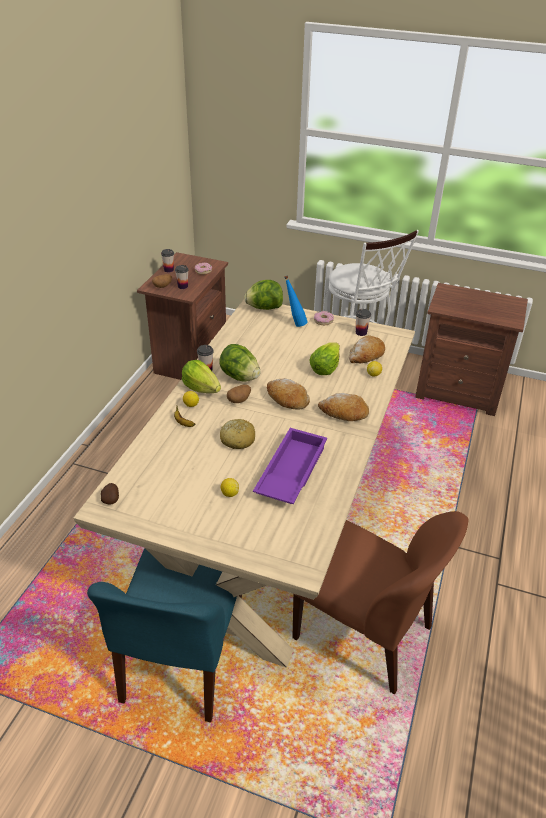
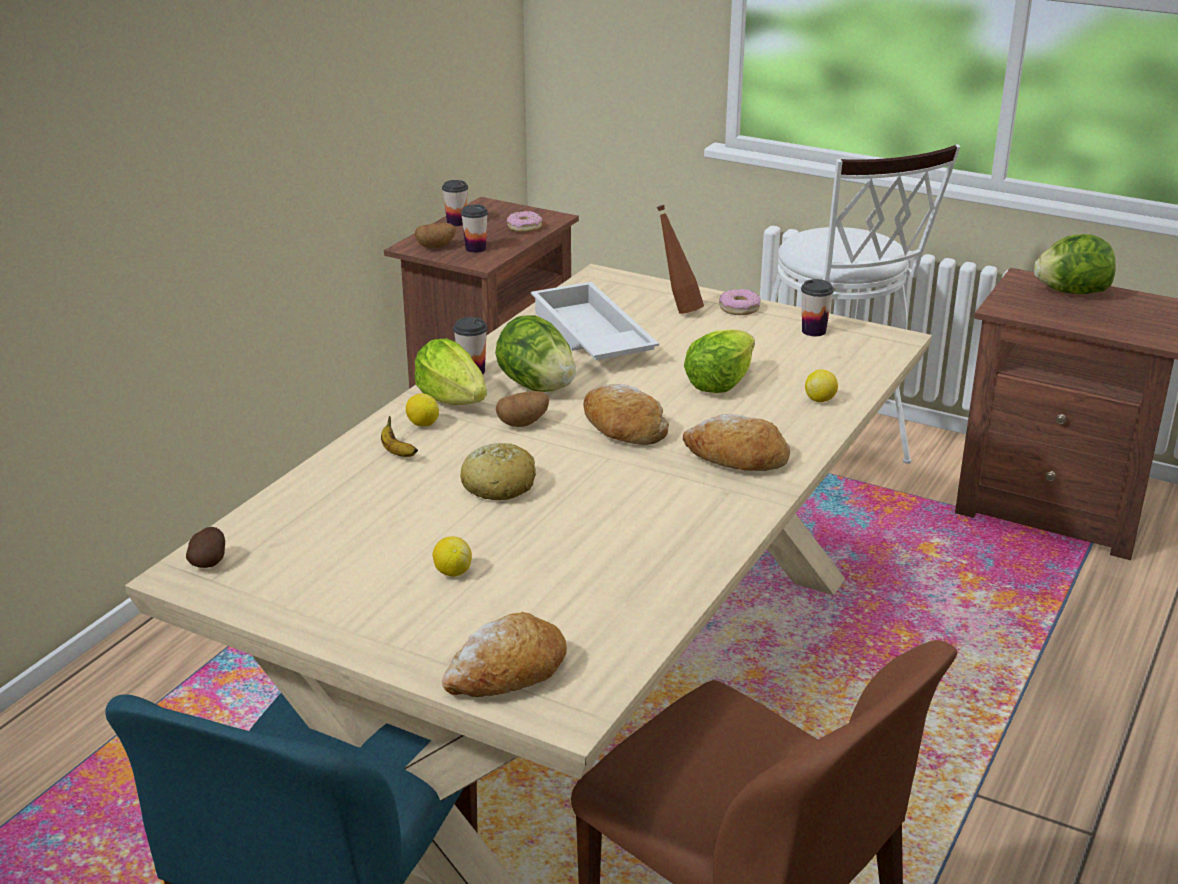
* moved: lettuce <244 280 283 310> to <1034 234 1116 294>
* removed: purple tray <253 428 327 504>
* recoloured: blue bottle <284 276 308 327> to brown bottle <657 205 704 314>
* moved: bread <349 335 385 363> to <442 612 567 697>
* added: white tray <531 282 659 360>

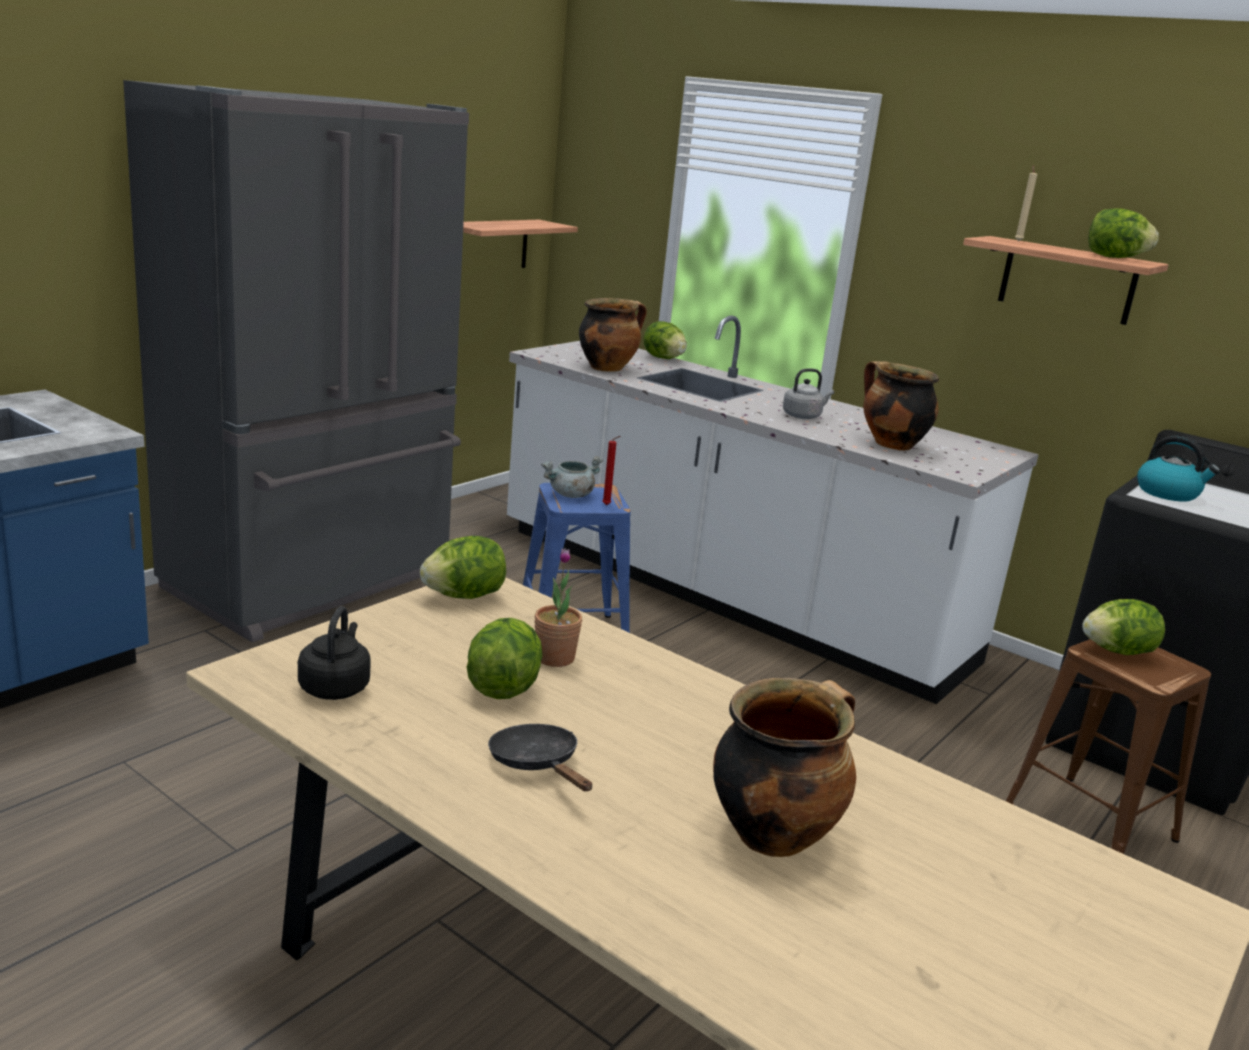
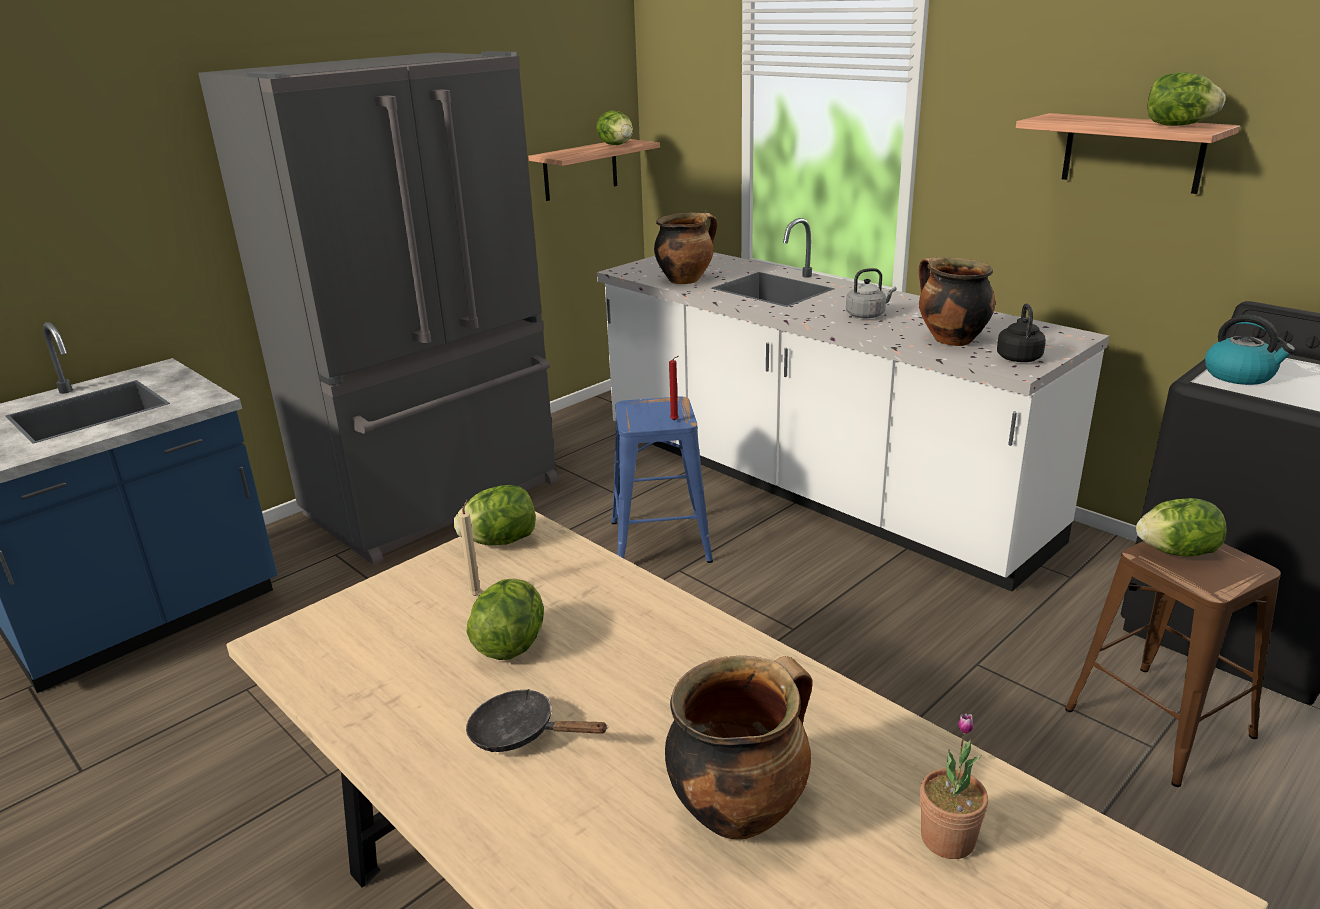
* moved: black kettle <298 606 371 700> to <997 303 1046 362>
* turned: black frying pan <488 724 592 791> = <466 689 608 752> 45 degrees counterclockwise
* moved: potted plant <534 548 582 667> to <920 713 988 859>
* removed: grey cooking pot <541 456 603 498>
* moved: lettuce <643 321 687 359> to <596 110 633 145>
* moved: beige candle <1015 165 1037 242> to <459 500 482 596>

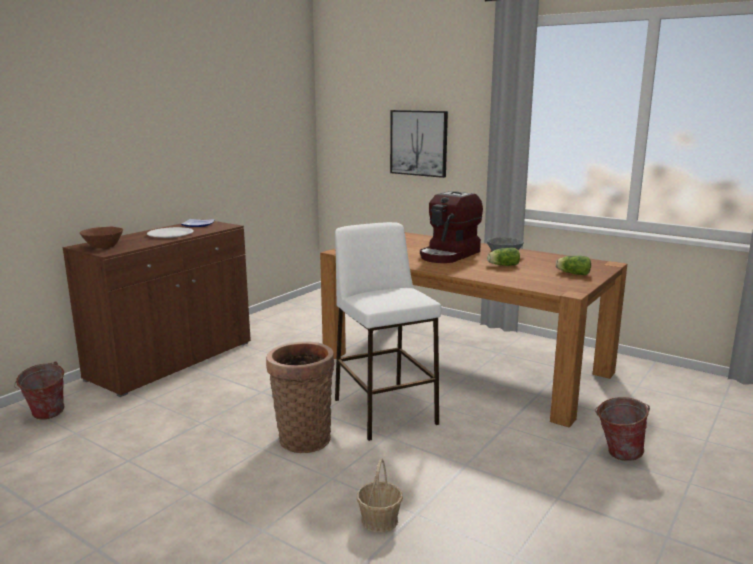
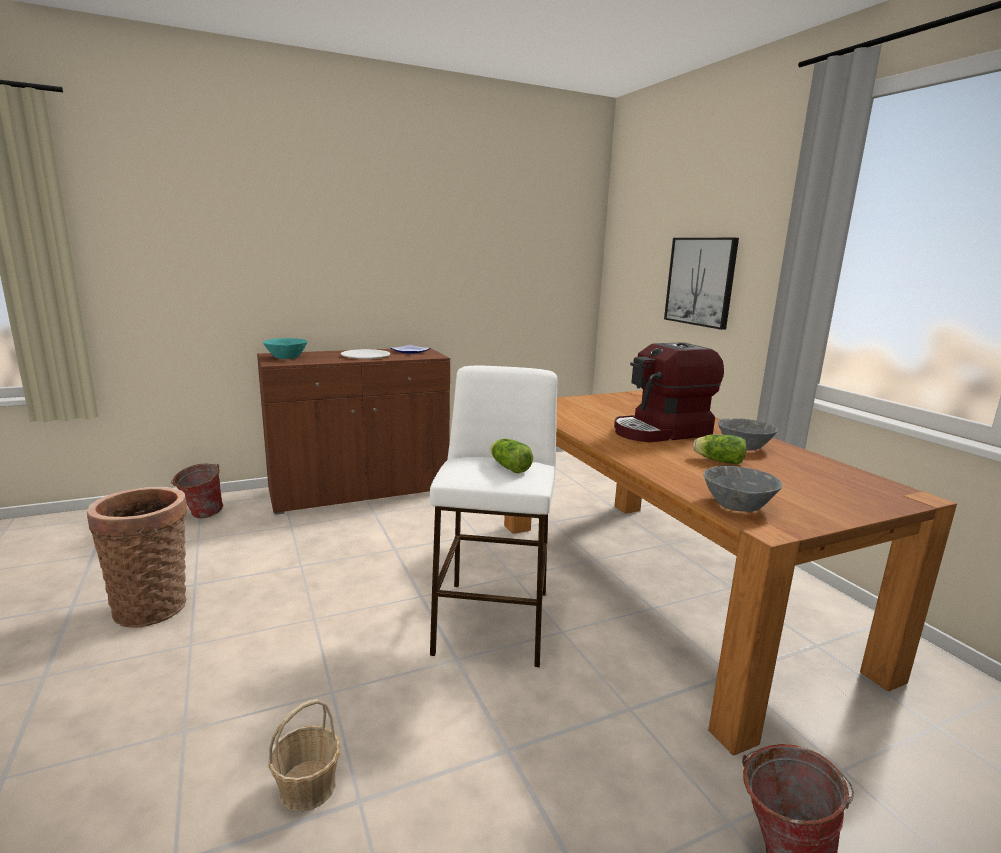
* recoloured: brown bowl <80 227 123 248> to turquoise bowl <263 338 308 359>
* moved: basket <266 342 334 453> to <87 487 187 628>
* moved: lettuce <556 256 591 275> to <490 439 533 473>
* added: grey bowl <703 466 782 512>

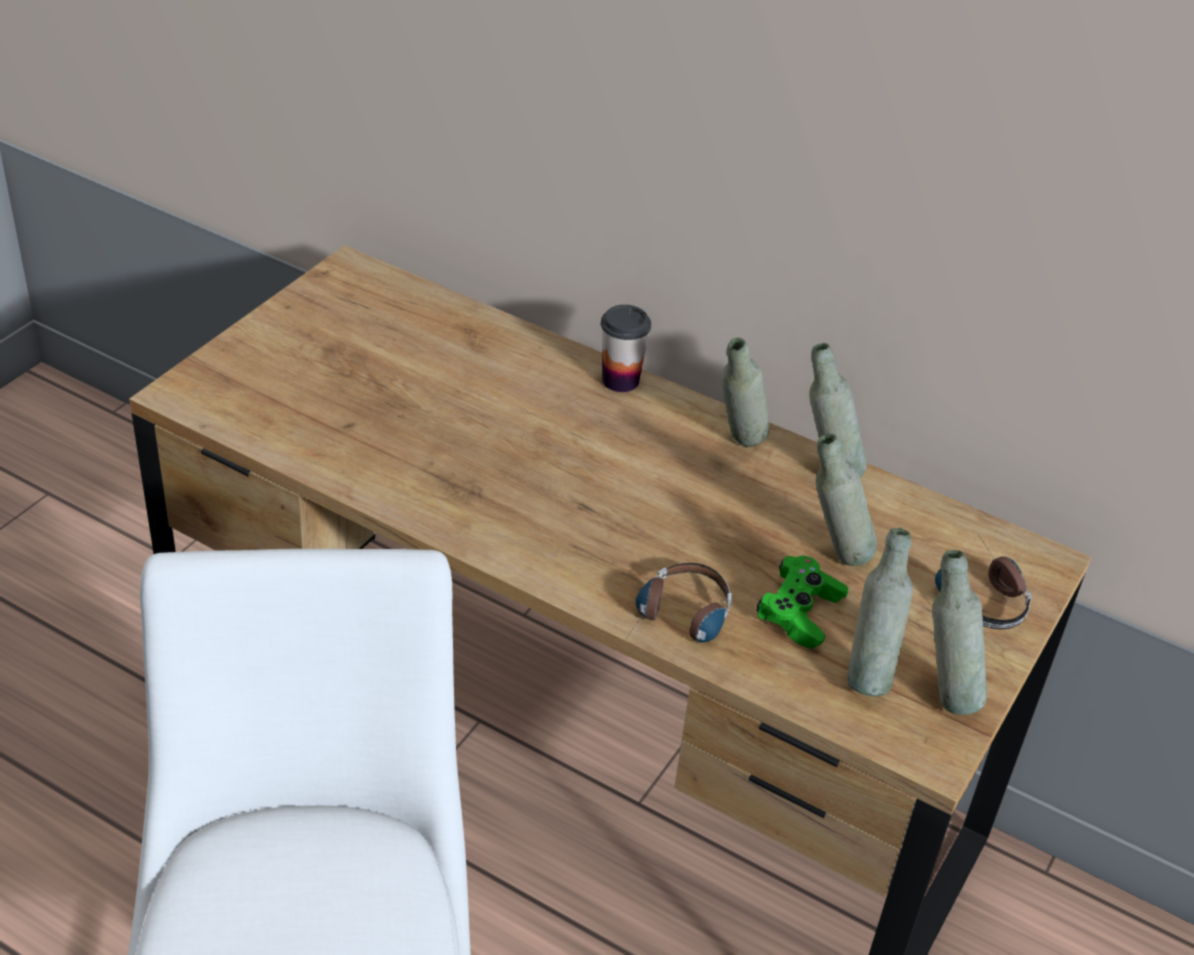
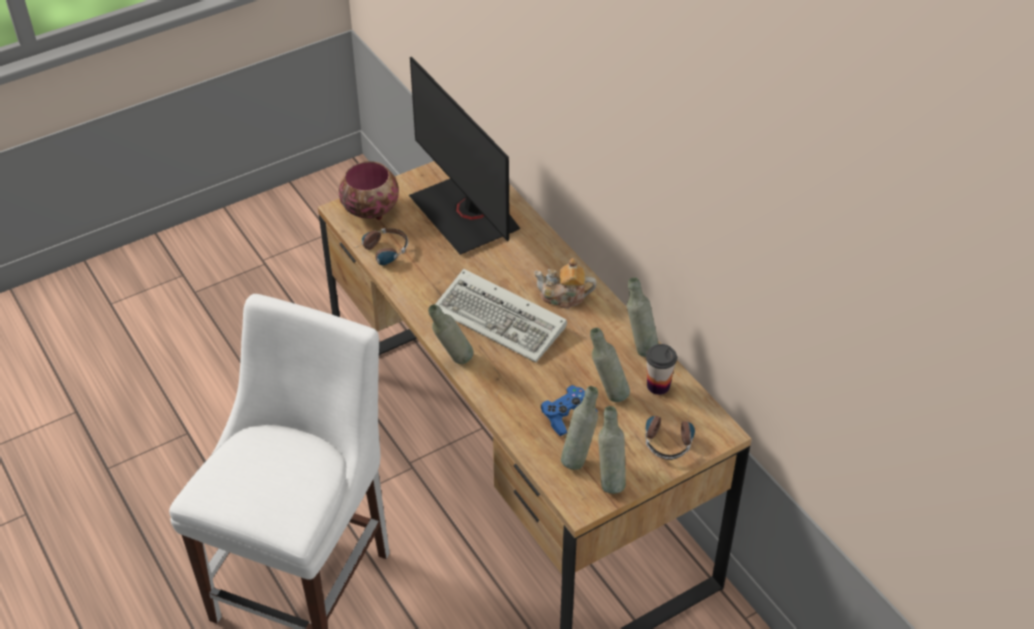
* moved: cup <601 305 651 392> to <646 344 677 395>
* moved: headphones <626 563 732 643> to <355 228 408 265>
* moved: grey bottle <721 337 769 447> to <428 304 473 364>
* recoloured: green game controller <757 556 848 650> to blue game controller <541 385 598 436>
* added: bowl <339 161 399 220>
* added: monitor <409 57 521 255>
* added: keyboard <436 269 567 362>
* added: teapot <534 258 597 309>

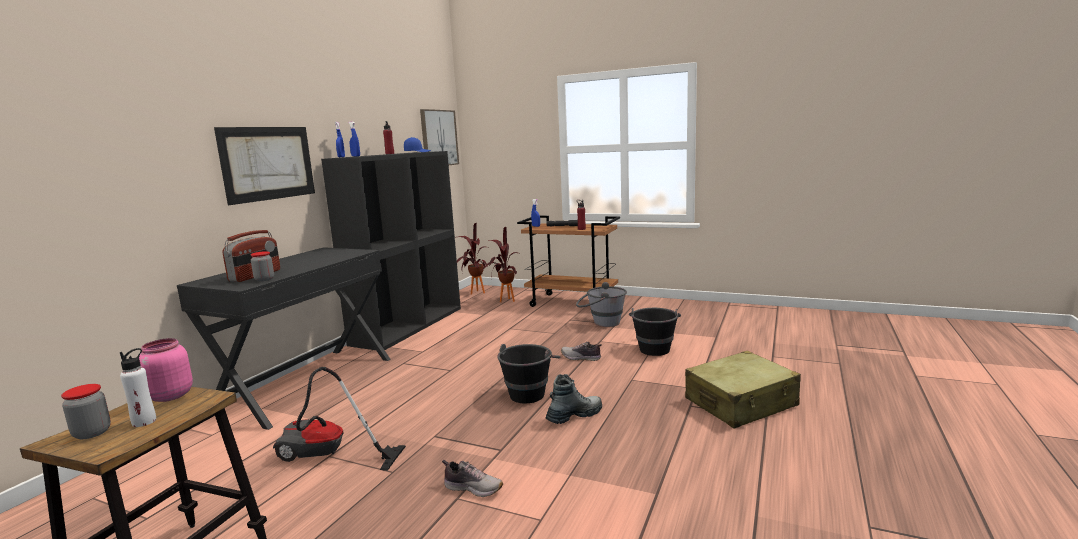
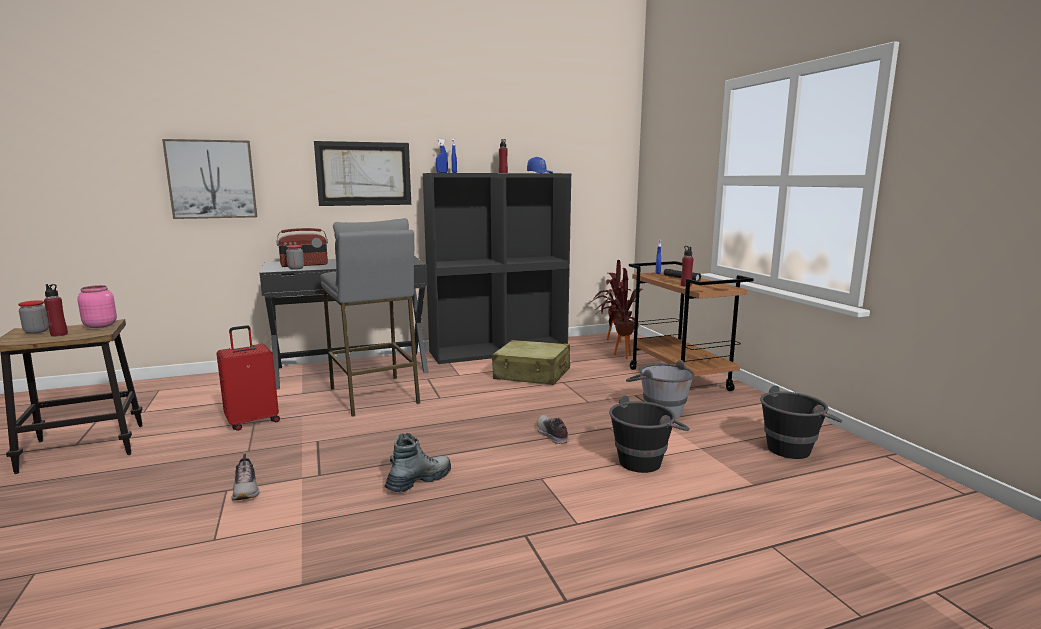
* recoloured: white bottle <120 348 156 427> to red bottle <44 284 68 336>
* replaced: vacuum cleaner <273 367 406 471> to red suitcase <217 325 280 431>
* moved: picture <420 109 459 165> to <162 139 257 219>
* moved: black bucket <497 344 560 403> to <760 385 842 459>
* turned: boot <545 374 602 424> = <384 433 451 492> 60 degrees counterclockwise
* moved: beige suitcase <685 351 801 429> to <492 340 570 385>
* added: grey stool <320 218 420 417>

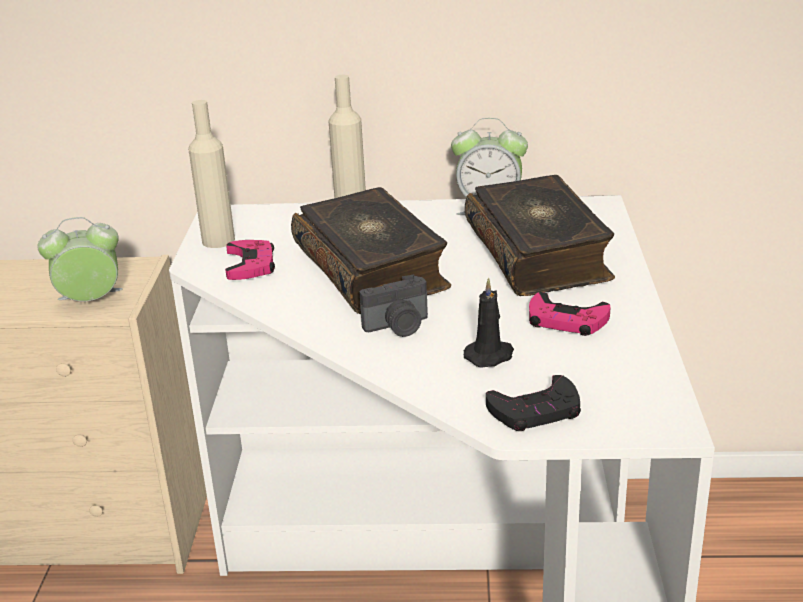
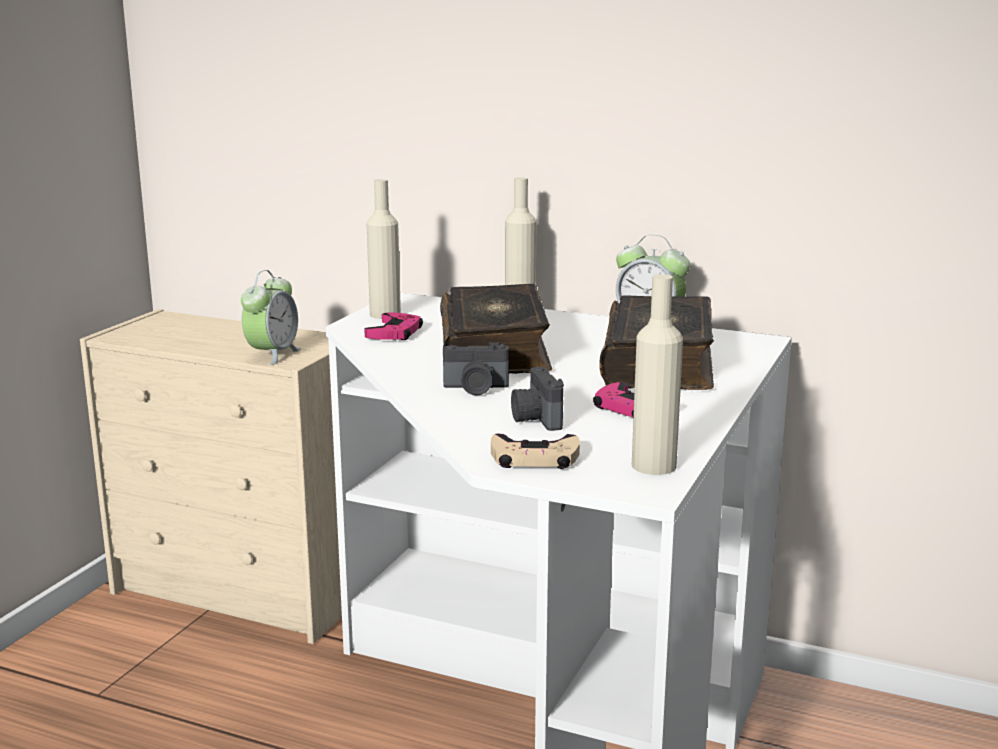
* turned: alarm clock <37 217 123 301> = <241 270 301 365> 105 degrees clockwise
* replaced: black candle <464 278 514 368> to photo camera <511 367 564 431>
* recoloured: black game controller <486 375 581 431> to beige game controller <491 433 580 469>
* added: beige bottle <632 274 683 475>

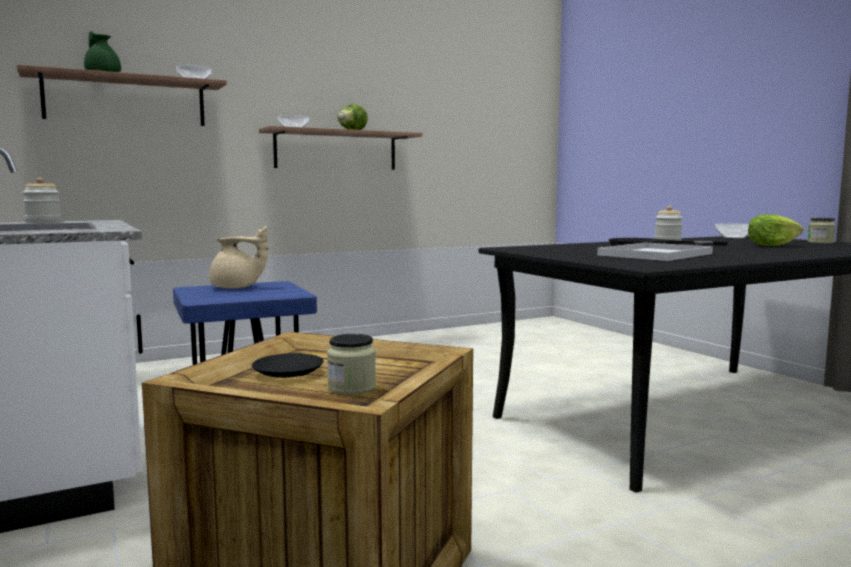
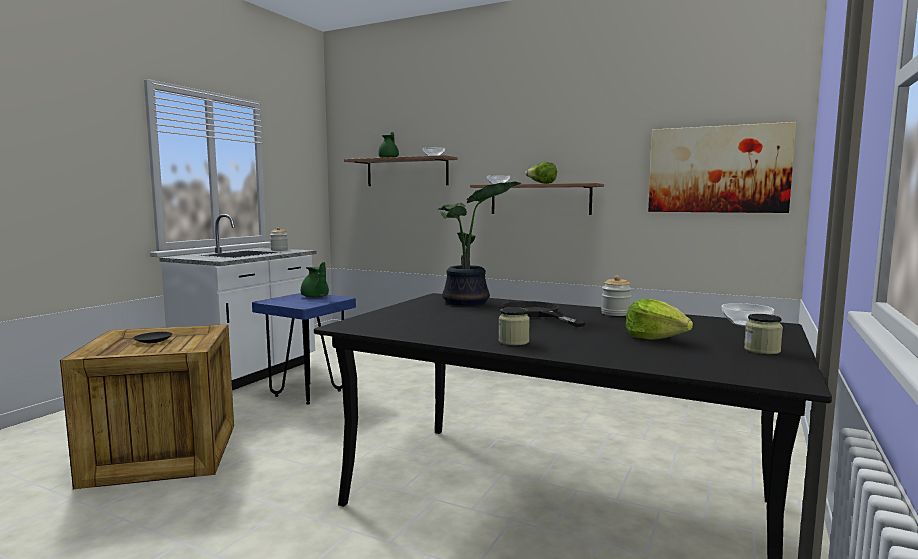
* recoloured: beige teapot <209 226 268 288> to green teapot <301 262 329 298>
* moved: jar <327 334 376 395> to <498 307 530 345>
* removed: white tray <597 243 713 261>
* added: potted plant <439 181 521 306>
* added: picture <648 122 796 213>

